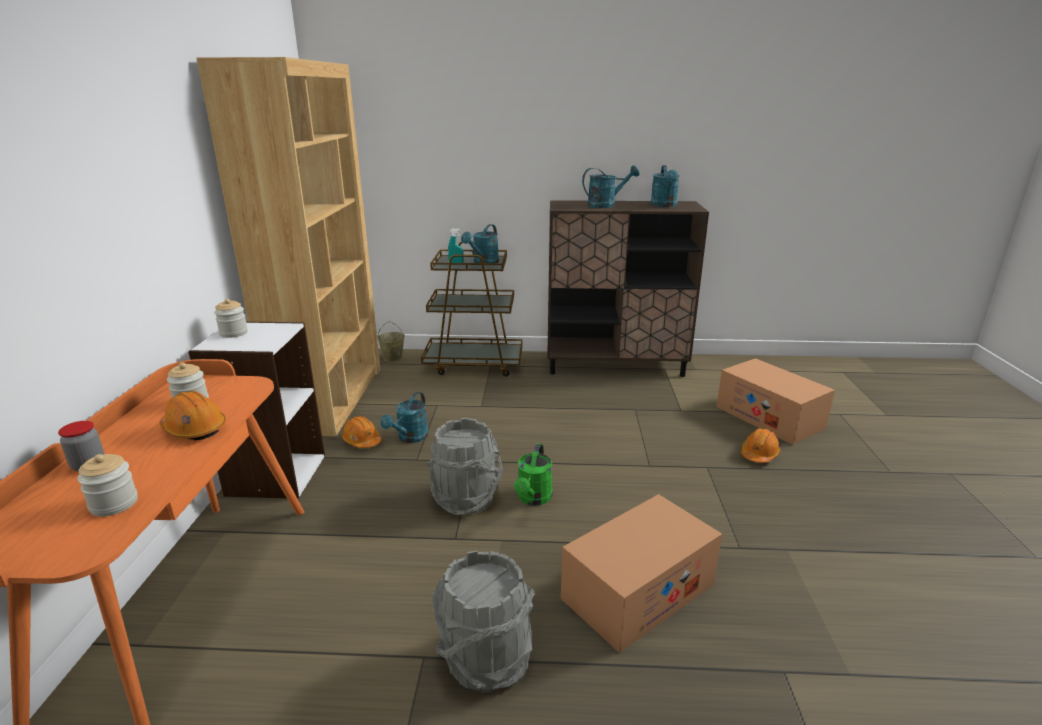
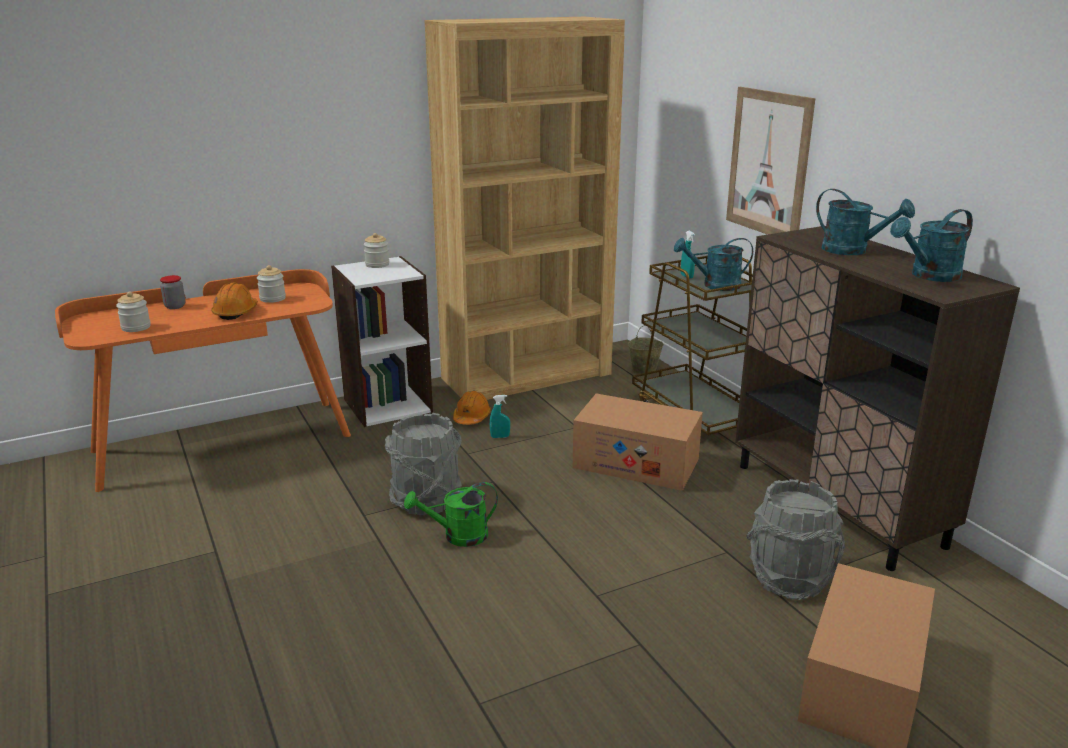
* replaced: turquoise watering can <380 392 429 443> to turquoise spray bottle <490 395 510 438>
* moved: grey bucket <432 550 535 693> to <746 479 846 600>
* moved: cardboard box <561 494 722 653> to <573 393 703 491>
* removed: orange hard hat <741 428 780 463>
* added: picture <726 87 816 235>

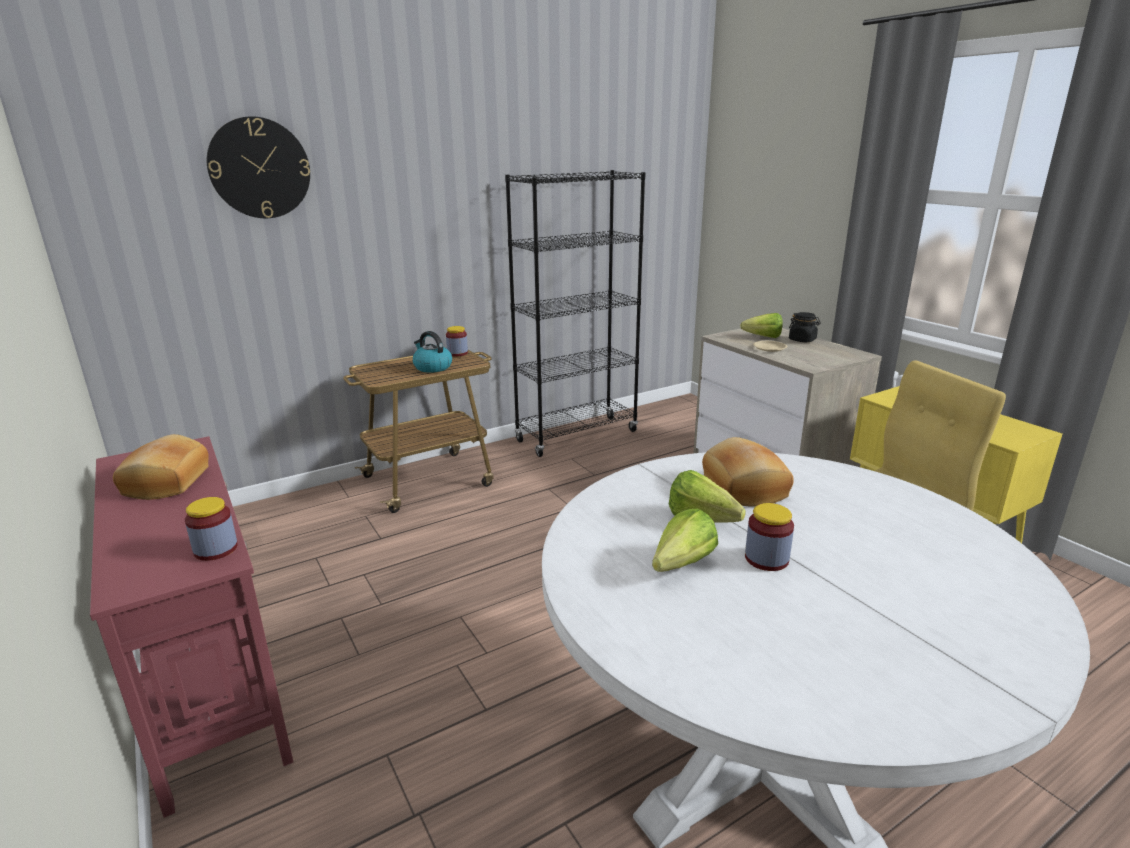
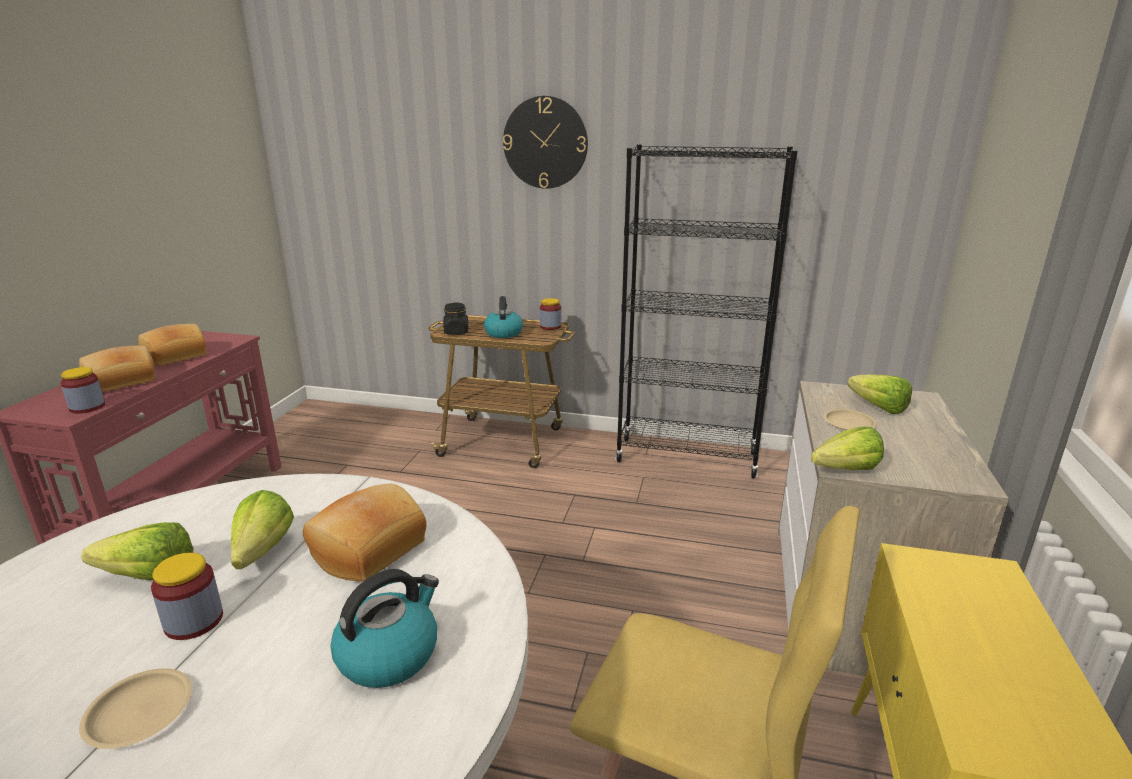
* moved: wall clock <207 116 310 218> to <503 96 588 189>
* moved: black jar <789 312 821 342> to <443 303 469 334>
* added: bread <79 345 155 392>
* added: beige plate <79 668 192 749>
* added: kettle <330 569 439 688>
* added: lettuce <811 426 884 470>

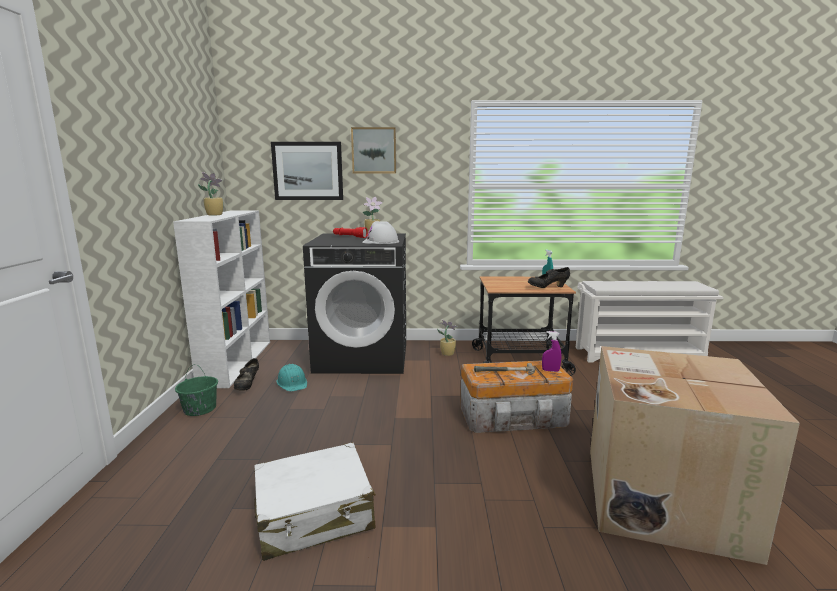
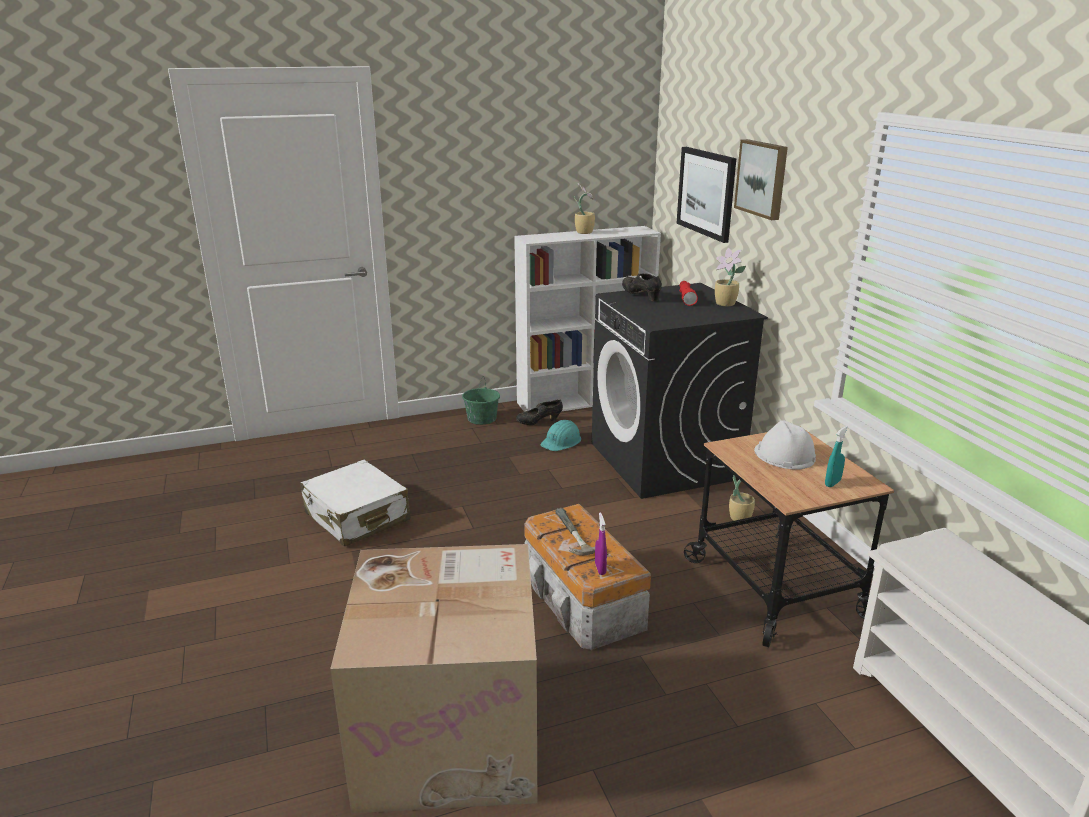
* moved: white hard hat <362 221 399 244> to <754 420 816 470>
* moved: black shoe <528 267 570 288> to <622 274 662 301>

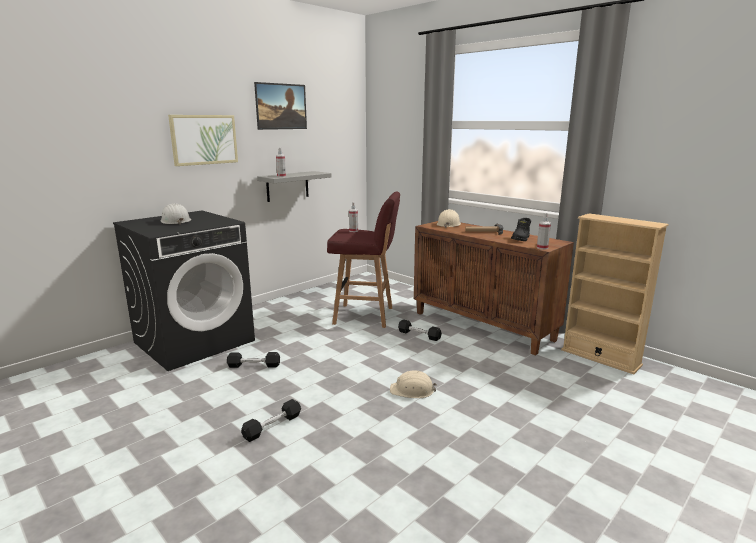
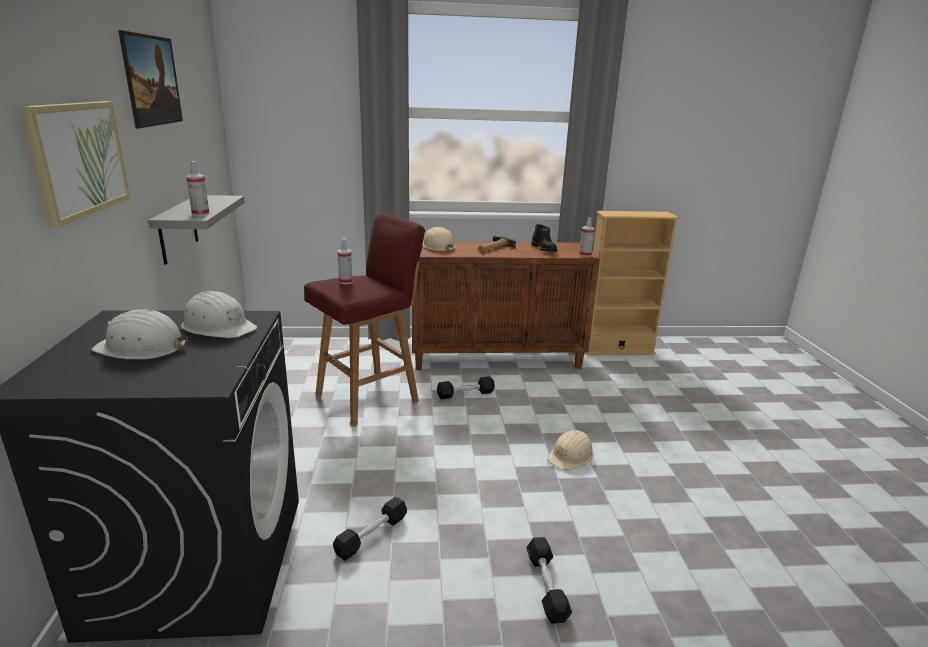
* added: white hard hat <181 291 257 338>

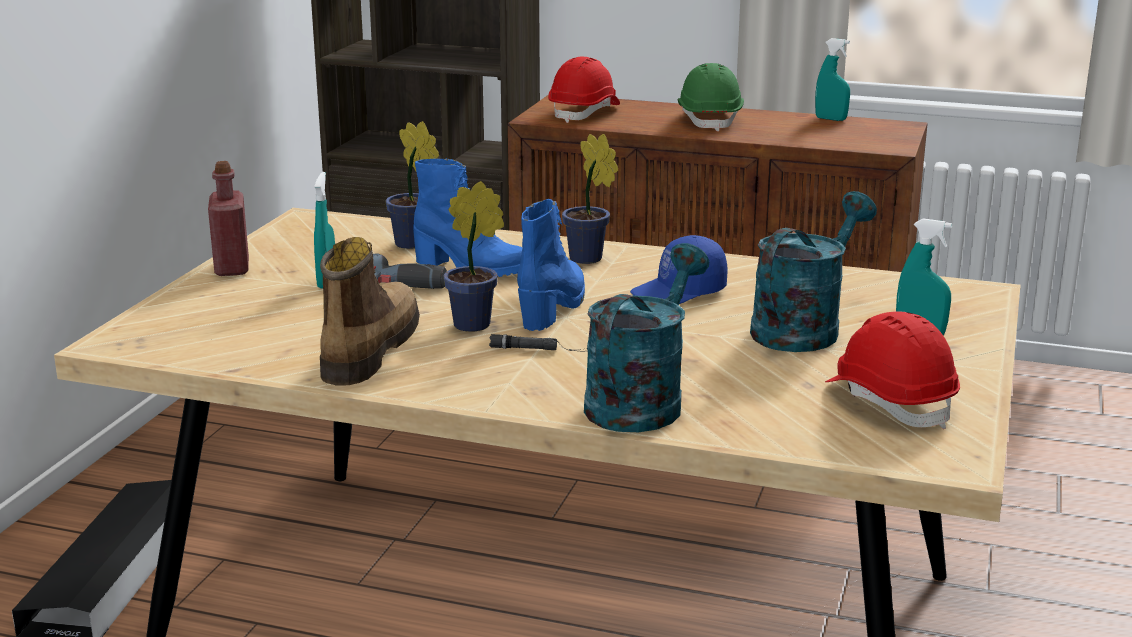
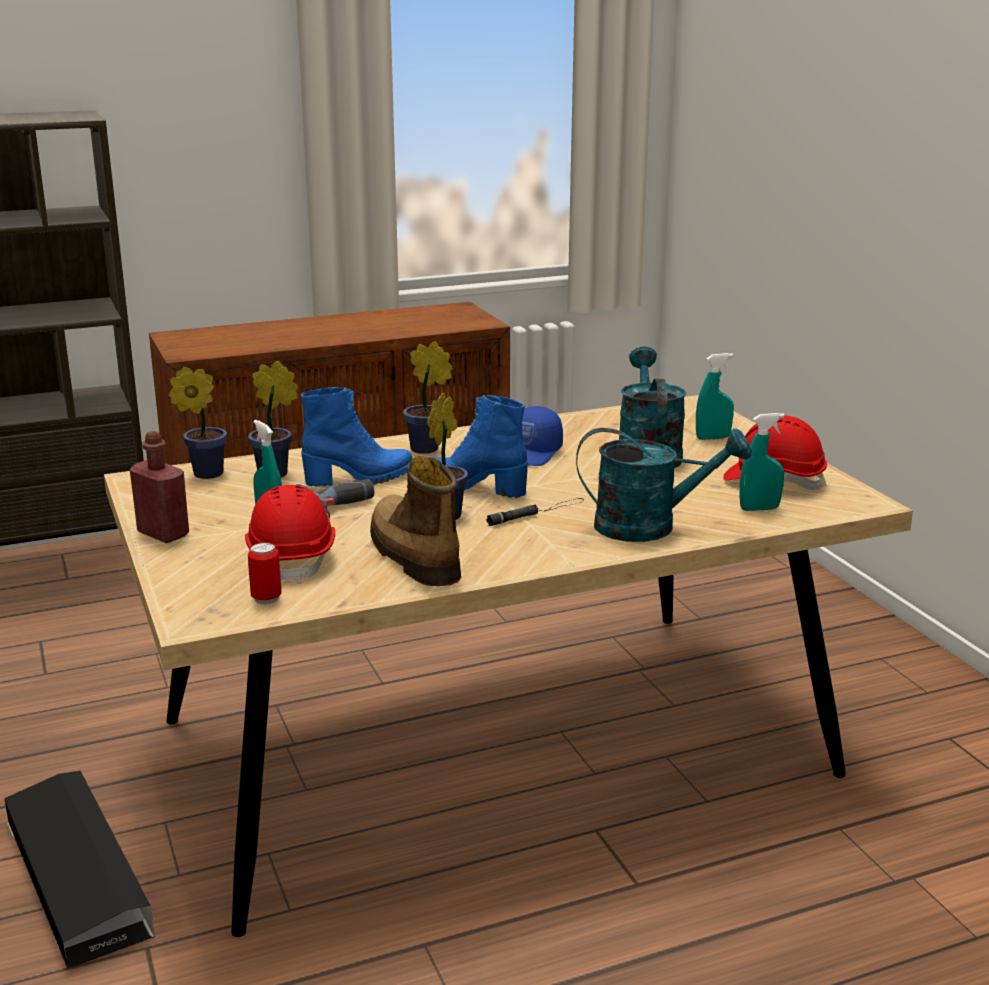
* turned: blue boot <517 199 585 331> = <429 395 528 498> 45 degrees counterclockwise
* moved: red hard hat <548 56 620 123> to <245 485 335 584>
* turned: turquoise watering can <584 243 709 432> = <576 428 752 542> 105 degrees clockwise
* removed: green hard hat <678 63 744 132>
* moved: turquoise spray bottle <815 38 850 121> to <739 413 784 511>
* added: potted plant <169 366 227 479>
* added: can <248 542 281 605>

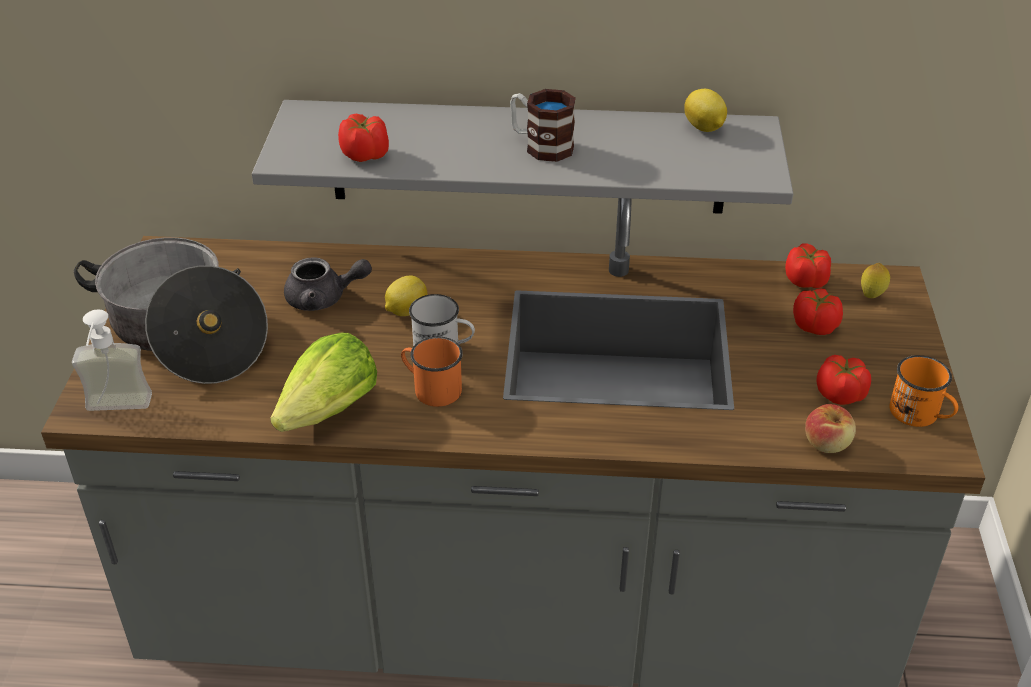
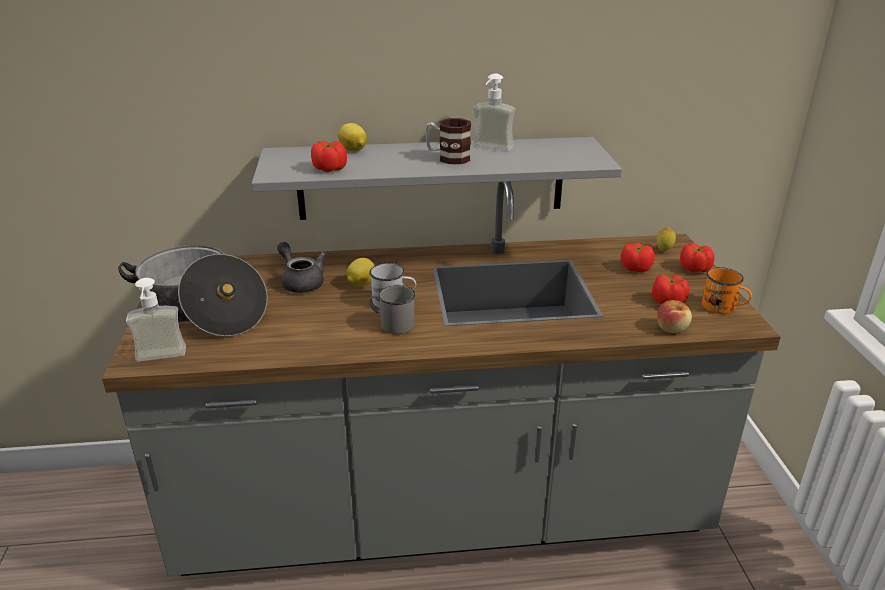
* removed: lettuce <270 333 377 432>
* turned: grey teapot <284 257 372 311> = <277 242 325 293> 120 degrees counterclockwise
* recoloured: orange mug <401 336 463 407> to grey mug <369 285 415 334>
* moved: lemon <684 89 727 132> to <338 123 367 151>
* moved: tomato <785 244 831 288> to <680 243 714 273>
* added: soap dispenser <472 73 515 151>

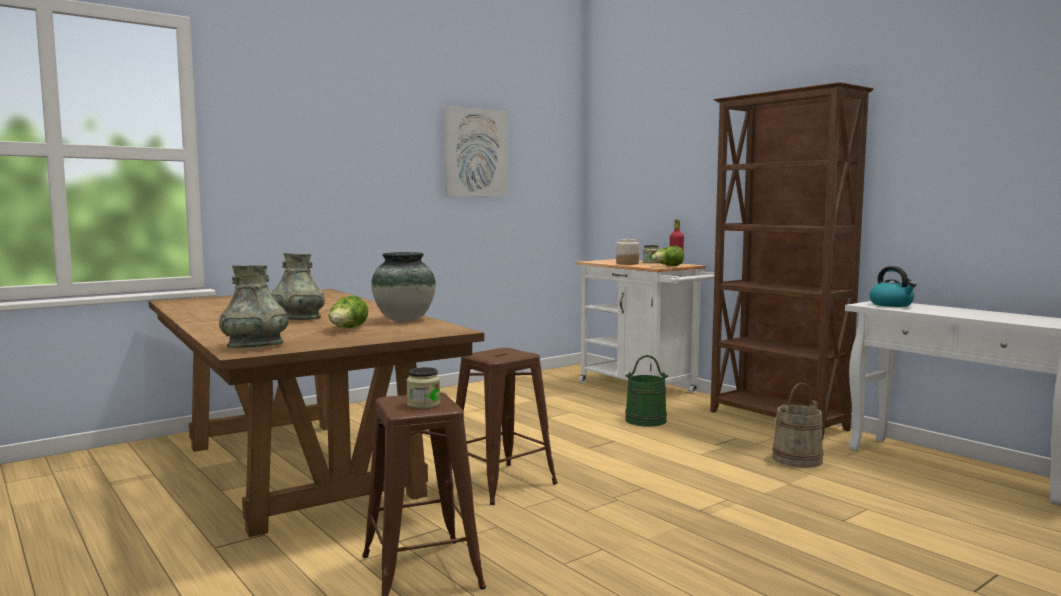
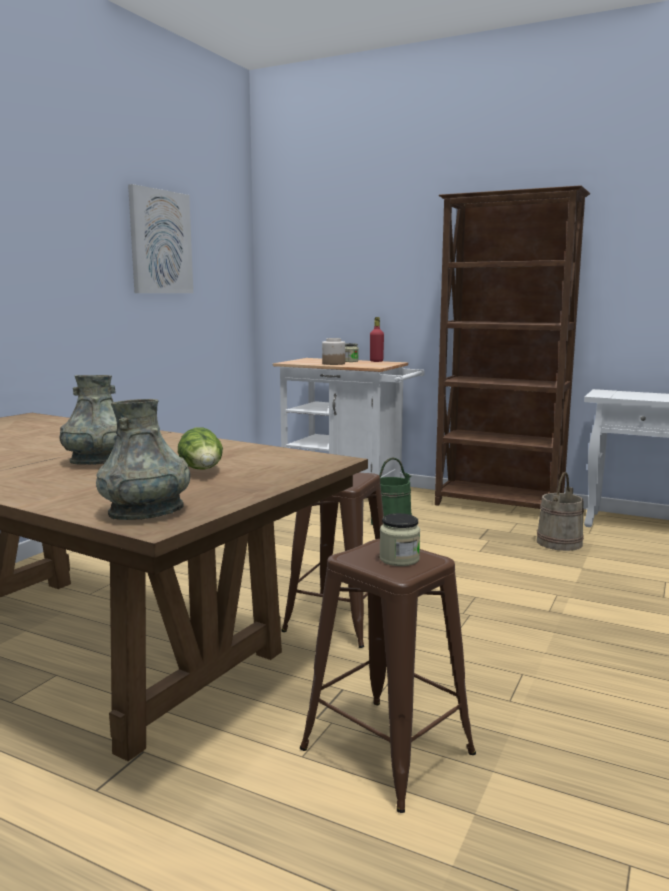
* removed: vase <371 252 436 322>
* removed: lettuce <652 246 684 266>
* removed: kettle <869 266 916 307>

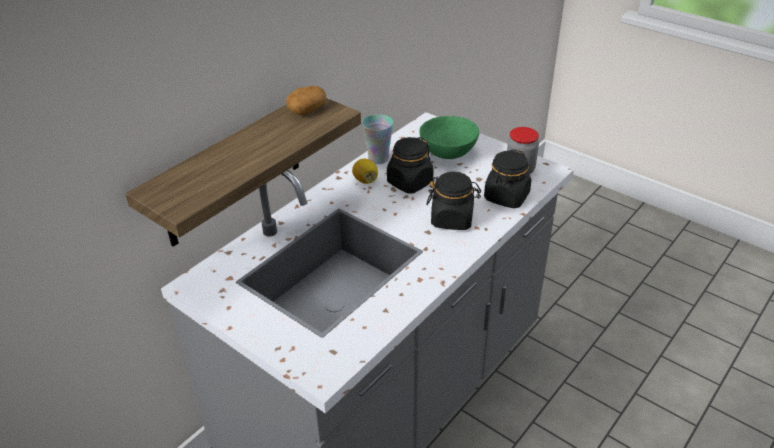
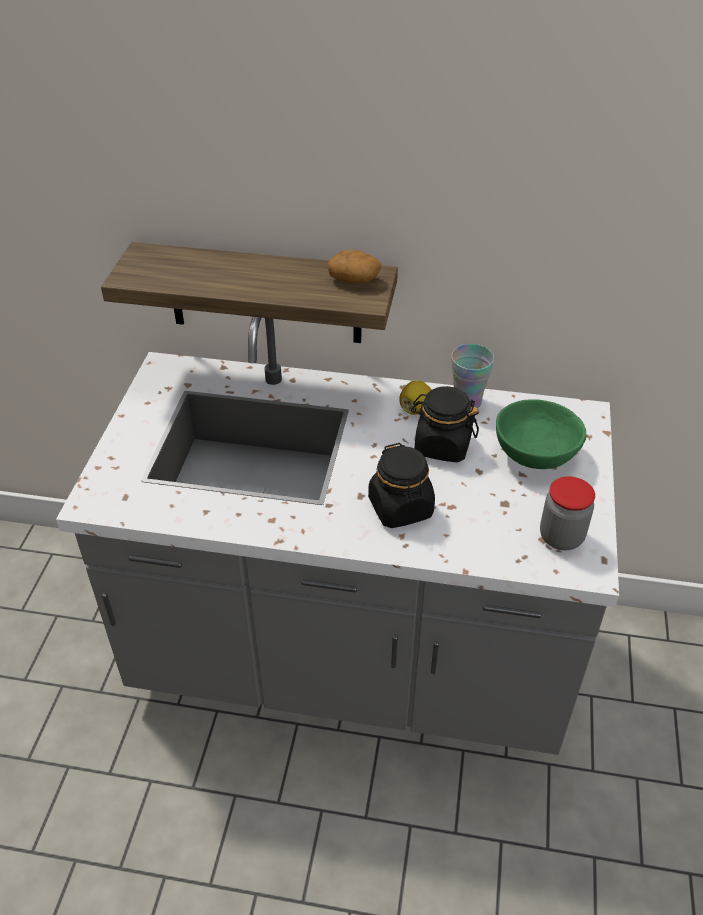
* removed: black jar <484 149 531 208>

